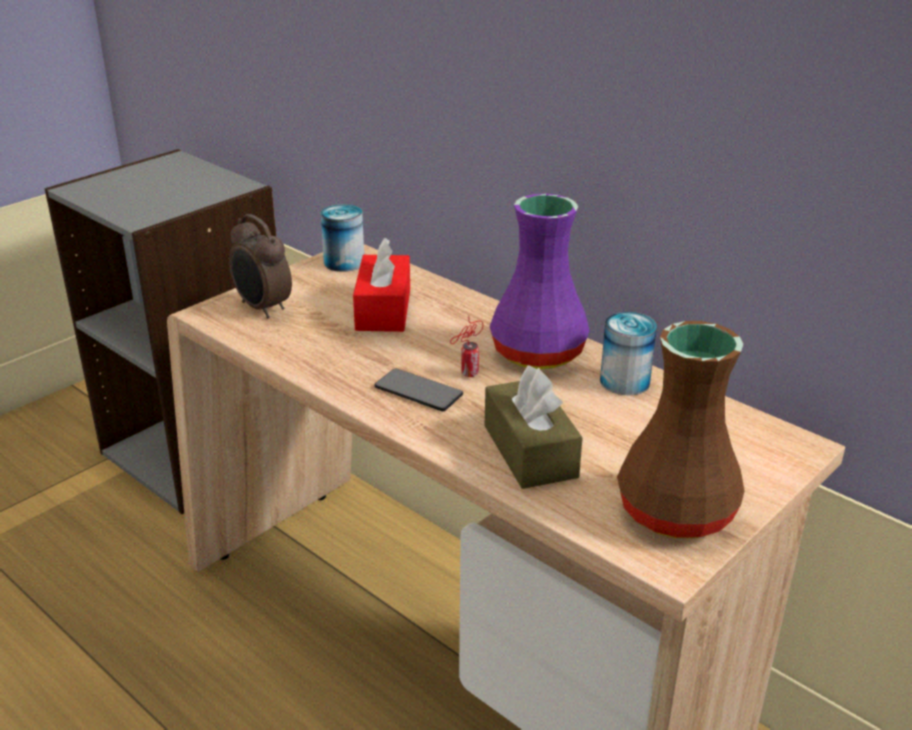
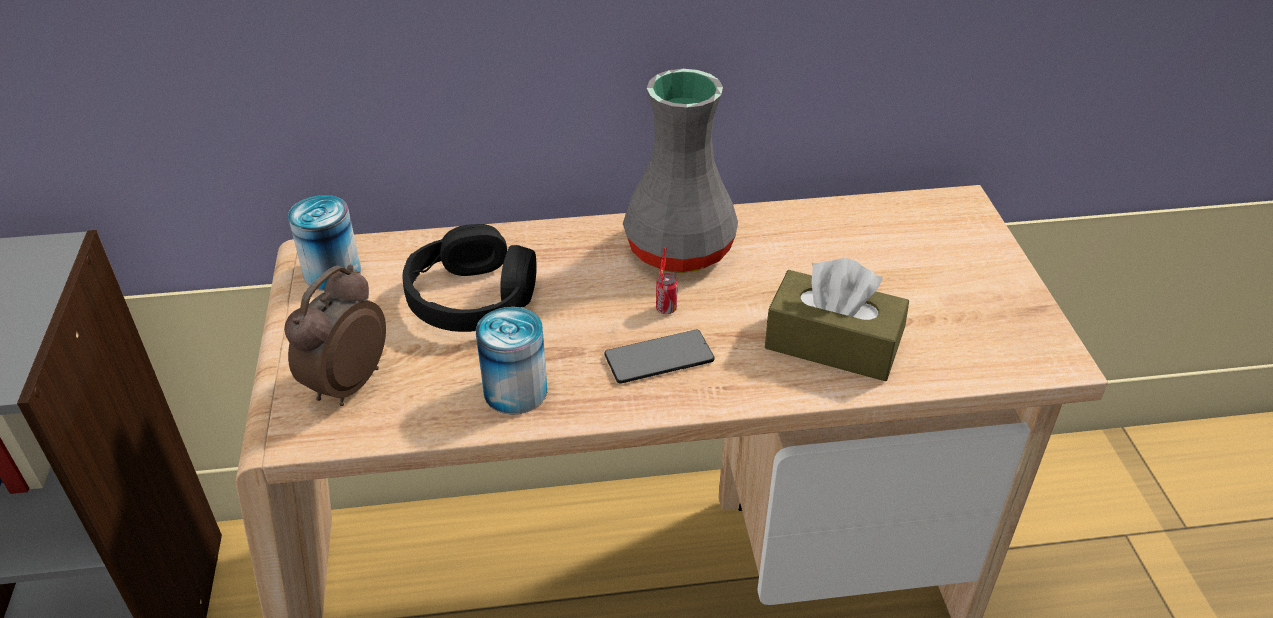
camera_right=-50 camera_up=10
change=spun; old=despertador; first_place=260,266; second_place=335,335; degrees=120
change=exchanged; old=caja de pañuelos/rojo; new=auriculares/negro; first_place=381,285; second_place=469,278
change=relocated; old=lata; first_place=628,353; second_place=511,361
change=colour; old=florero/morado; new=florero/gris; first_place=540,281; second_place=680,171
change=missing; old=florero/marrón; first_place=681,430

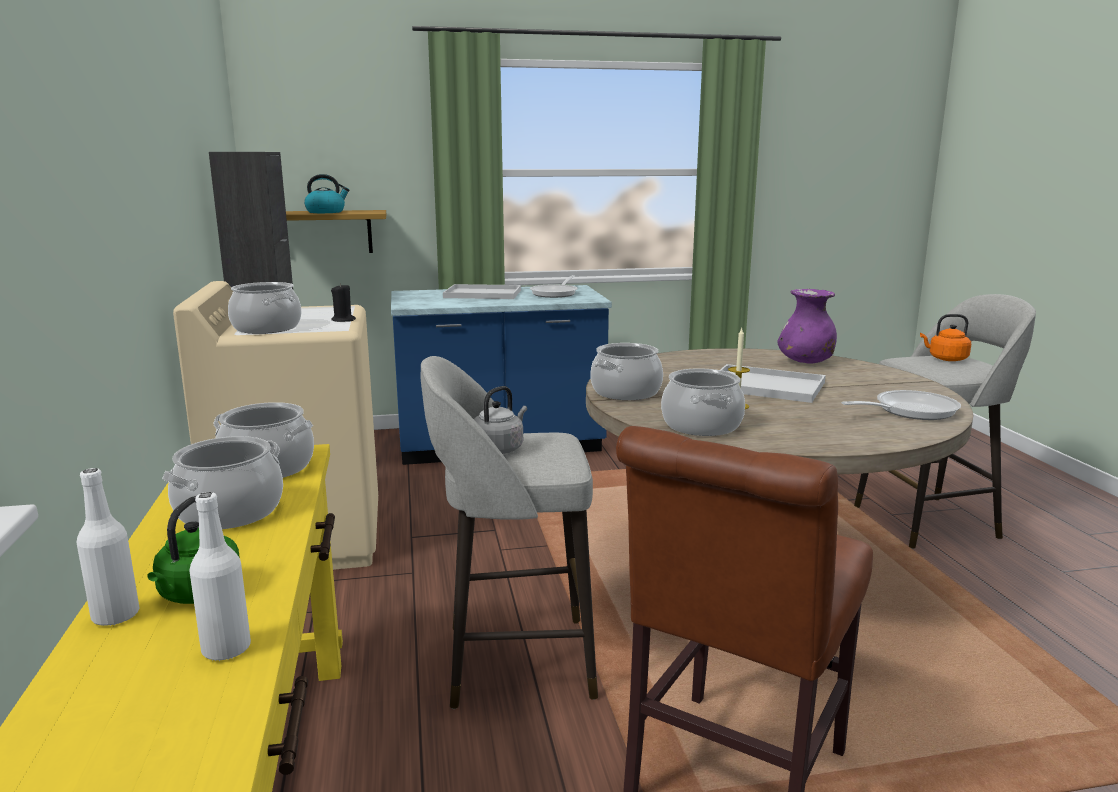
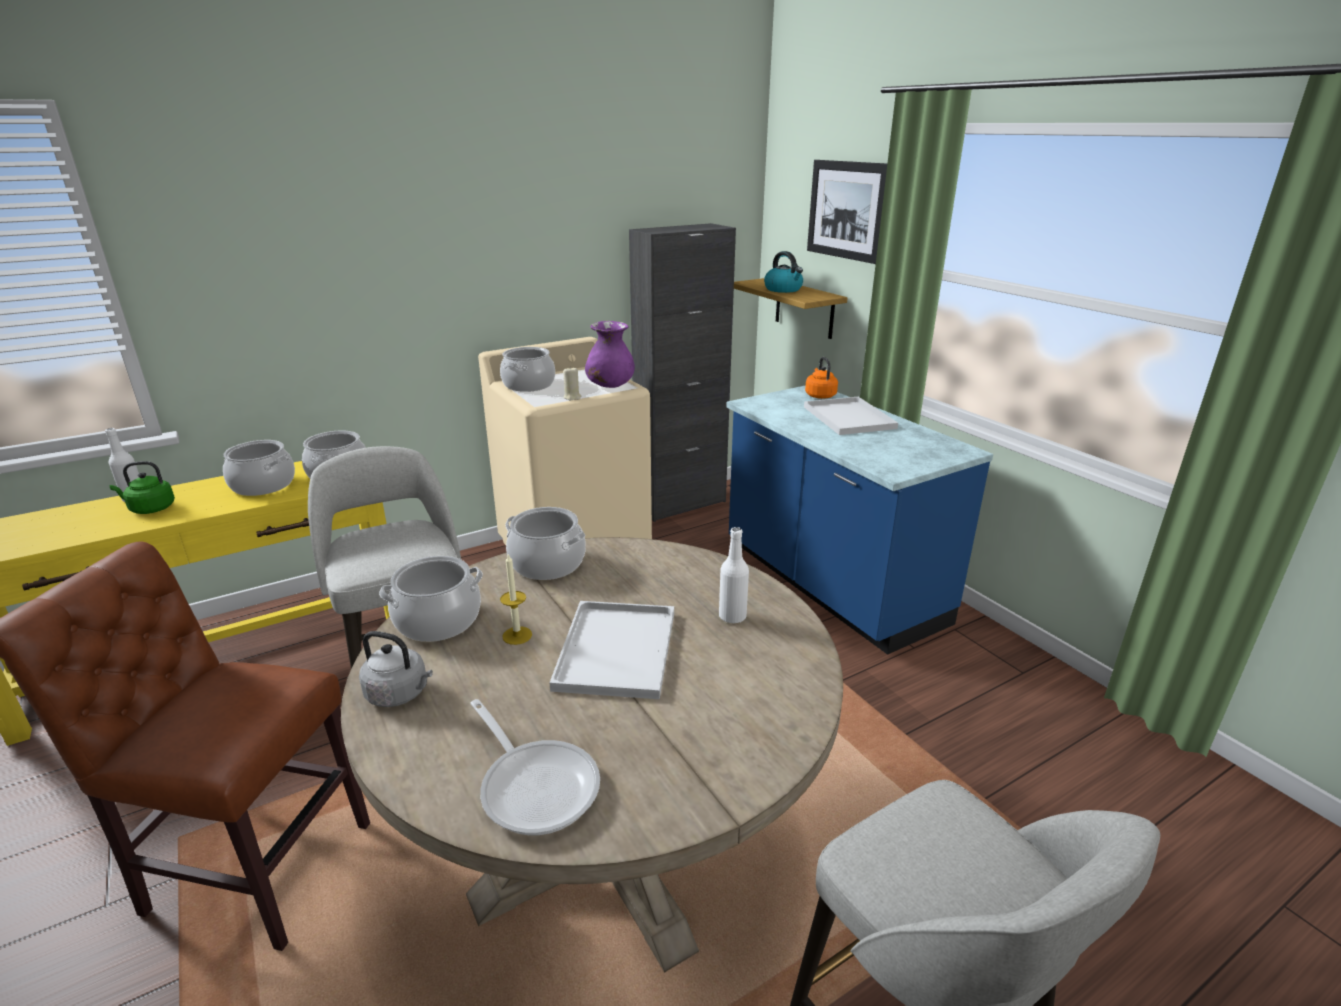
camera_right=70 camera_up=10
change=relocated; old=hervidor/gris; first_place=500,420; second_place=396,669
change=colour; old=vela/negro; new=vela/beis; first_place=343,302; second_place=572,383
change=relocated; old=florero/morado; first_place=807,326; second_place=610,354
change=relocated; old=botella/blanco; first_place=220,576; second_place=734,575
change=relocated; old=hervidor/naranja; first_place=945,337; second_place=821,378
change=appeared; new=cuadro; second_place=847,212
change=missing; old=sartén; first_place=554,286

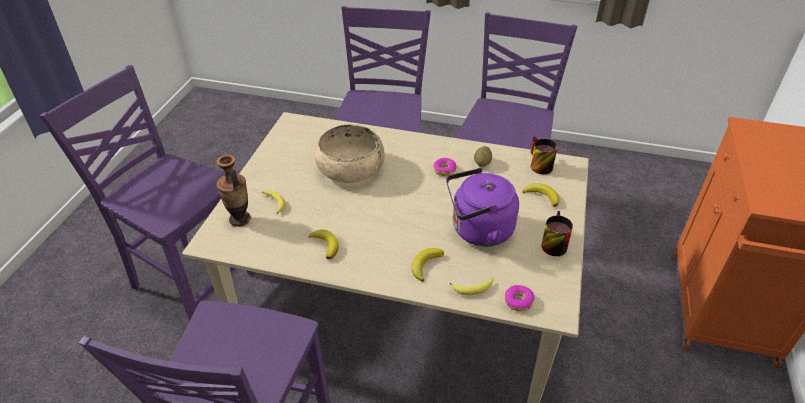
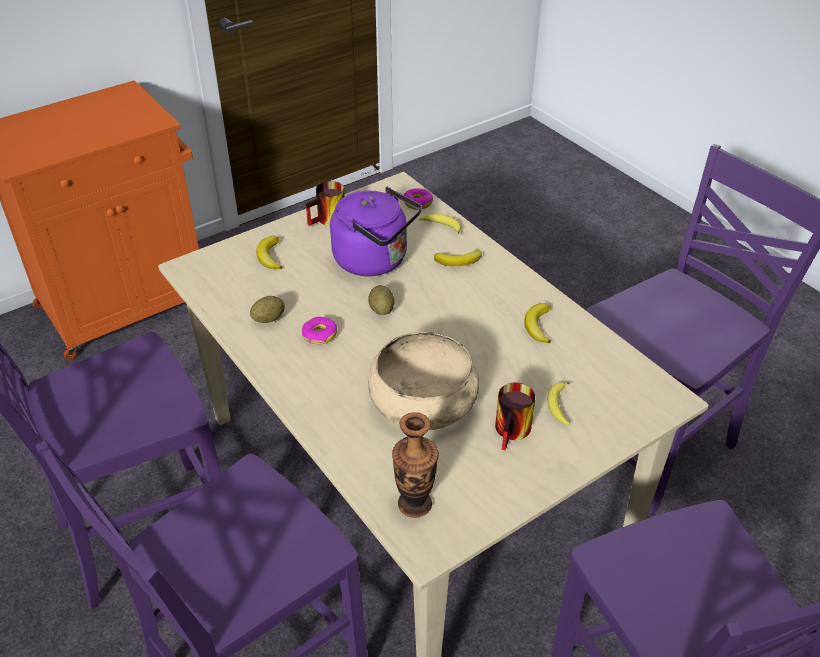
camera_right=-140 camera_up=0
change=appeared; new=patata; second_place=381,300
change=relocated; old=florero; first_place=233,191; second_place=415,465
change=relocated; old=taza grande; first_place=543,155; second_place=515,416

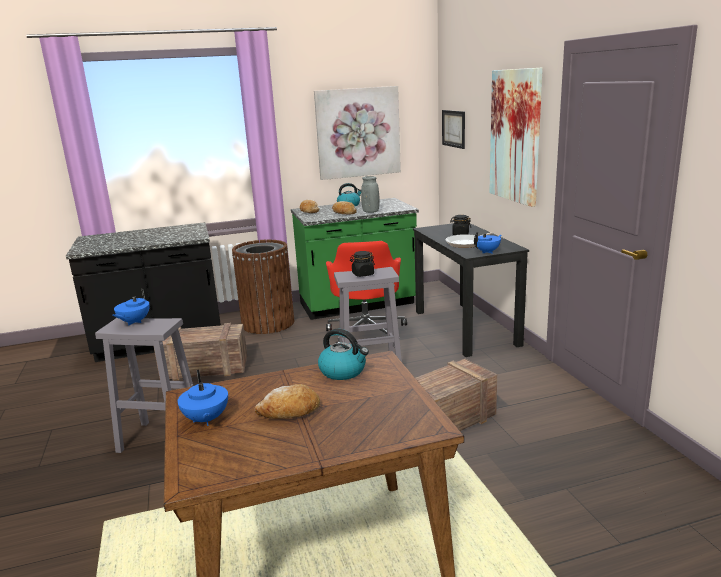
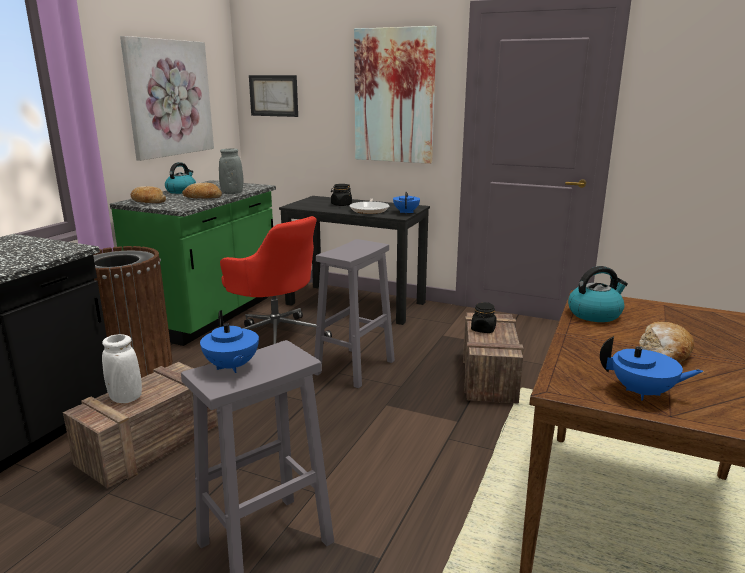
camera_right=-50 camera_up=0
change=appeared; new=florero/blanco; second_place=122,368
change=relocated; old=tarro/negro; first_place=362,264; second_place=483,317

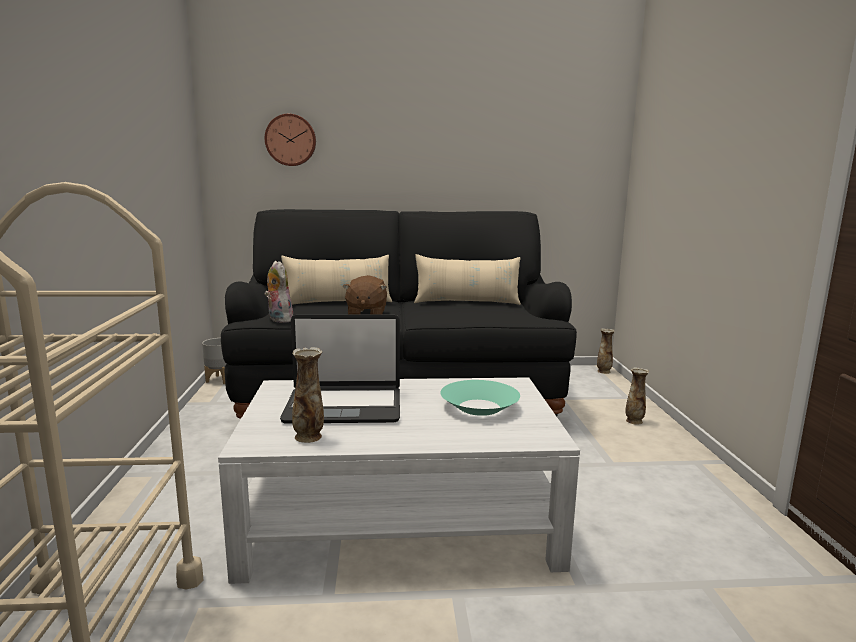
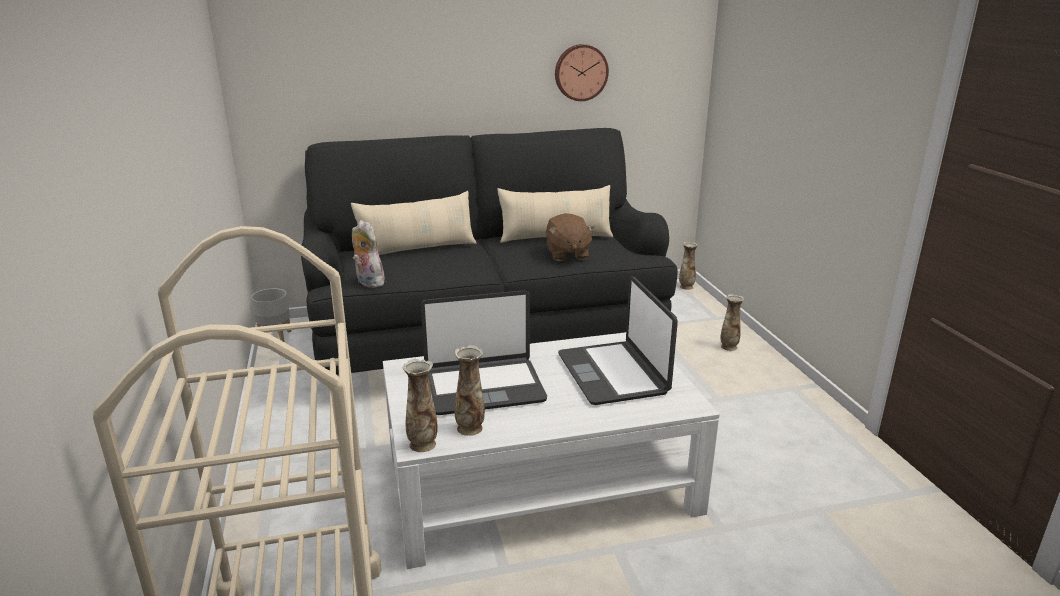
camera_right=-10 camera_up=10
change=appeared; new=florero; second_place=420,405
change=relocated; old=peluche/marrón; first_place=364,295; second_place=570,237
change=relocated; old=reloj de pared; first_place=290,140; second_place=582,72
change=exchanged; old=cuenco/turquesa; new=portátil; first_place=480,398; second_place=618,340

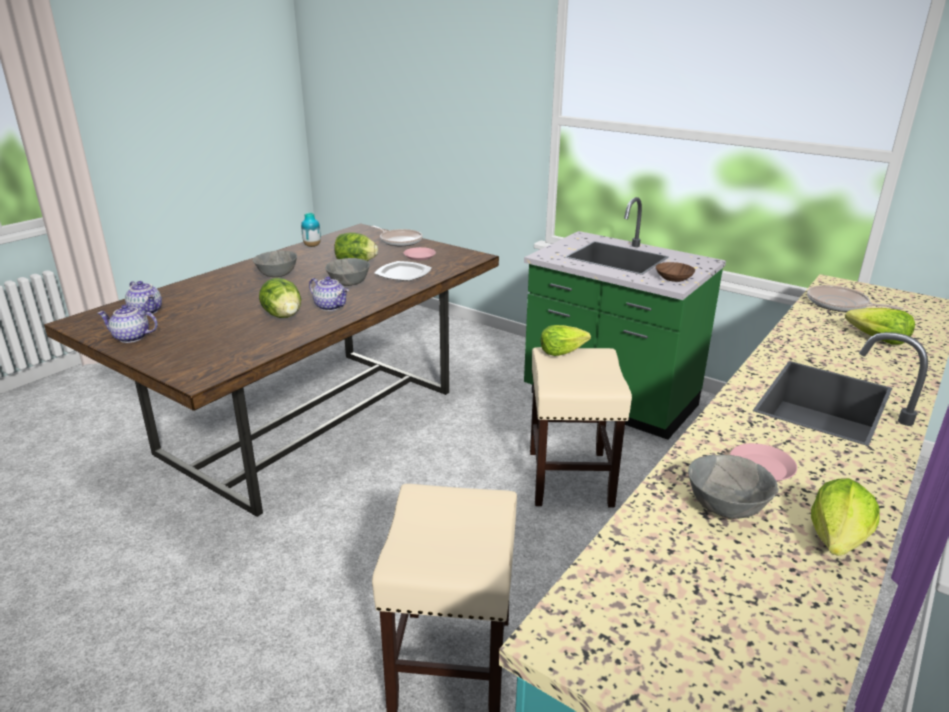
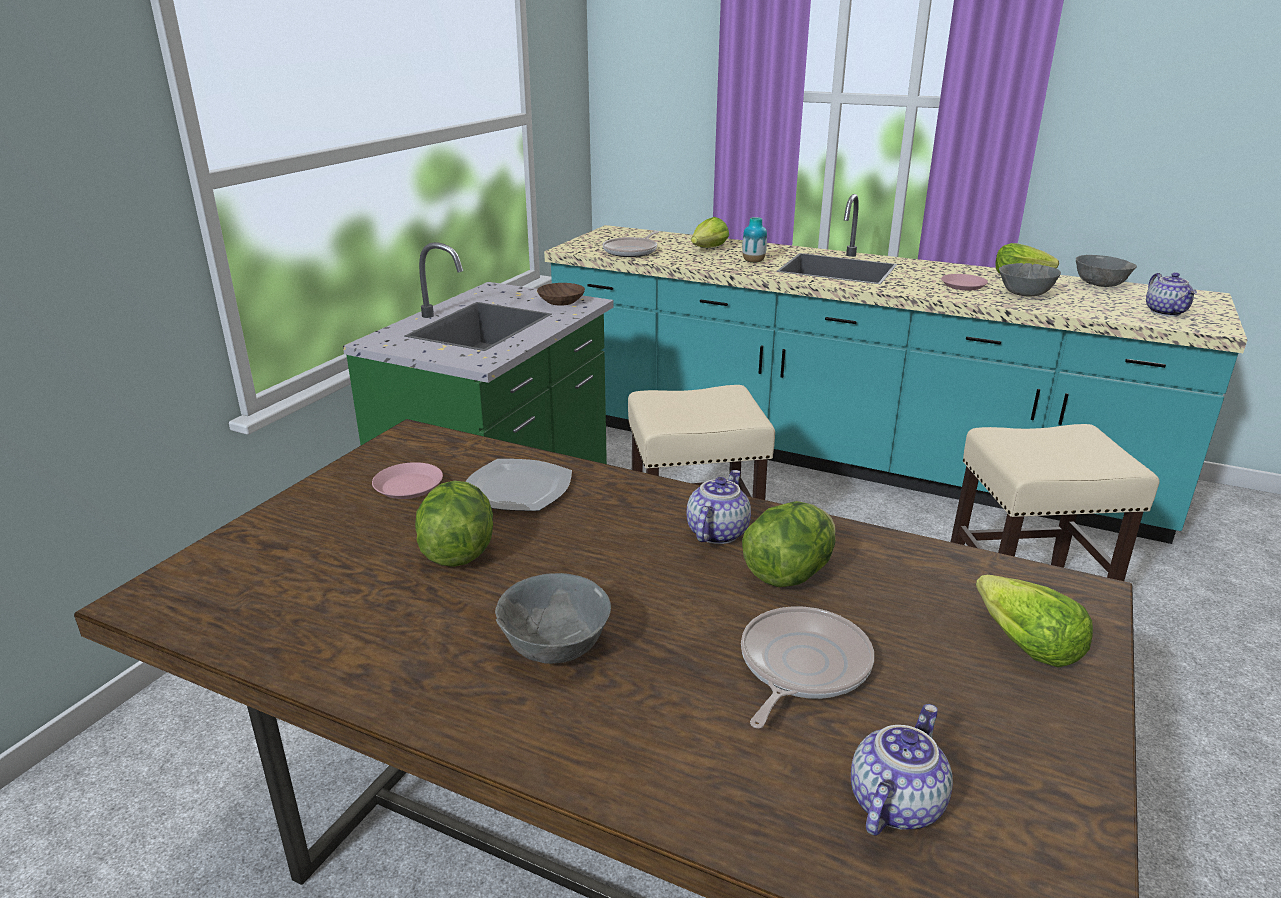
camera_right=-100 camera_up=0
change=relocated; old=sartén; first_place=397,236; second_place=807,667
change=relocated; old=florero; first_place=311,230; second_place=754,240
change=relocated; old=lechuga; first_place=565,340; second_place=1034,620
change=relocated; old=cuenco/gris; first_place=347,272; second_place=1106,271
change=relocated; old=tetera; first_place=128,324; second_place=1171,294

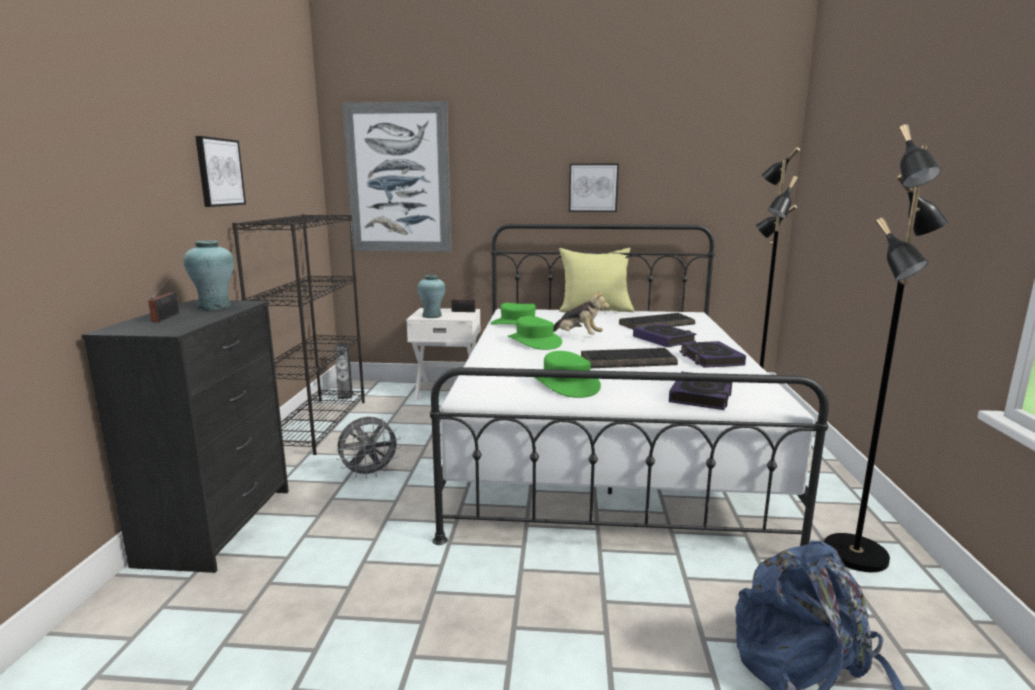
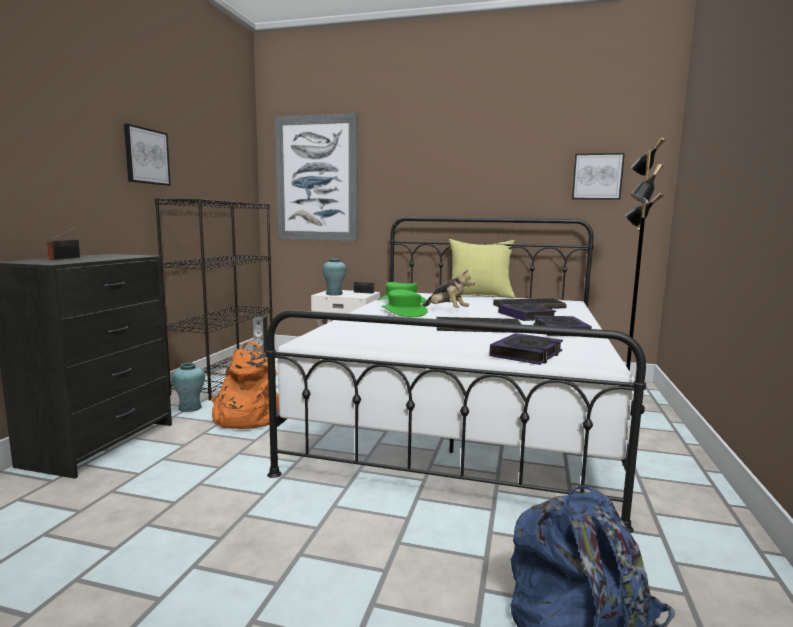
camera_right=10 camera_up=-5
change=relocated; old=florero/turquesa; first_place=208,276; second_place=188,387
change=exchanged; old=ventilador/gris; new=mochila/naranja; first_place=368,448; second_place=245,385
change=relocated; old=cuadro; first_place=594,188; second_place=598,176
change=missing; old=sombrero/verde; first_place=567,374
change=missing; old=lámpara de pie/negro; first_place=886,348

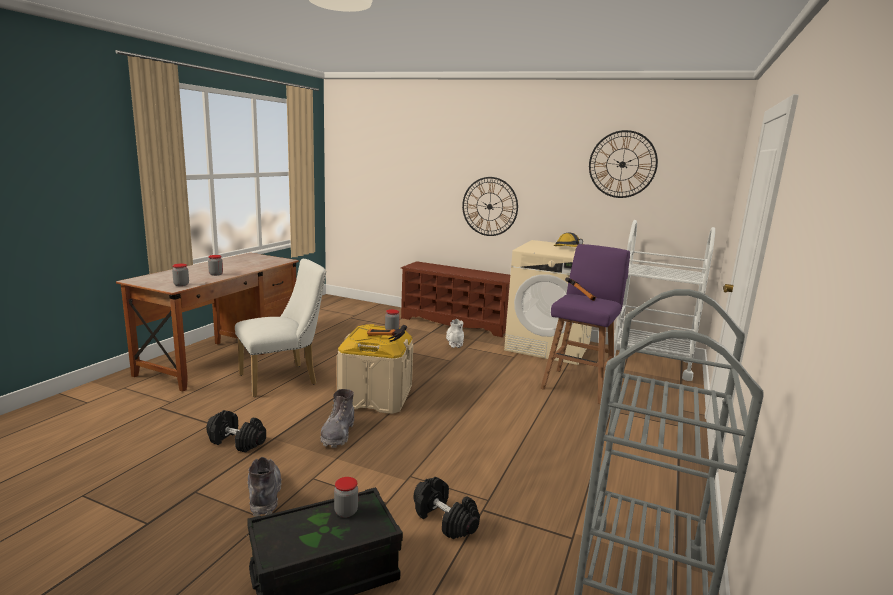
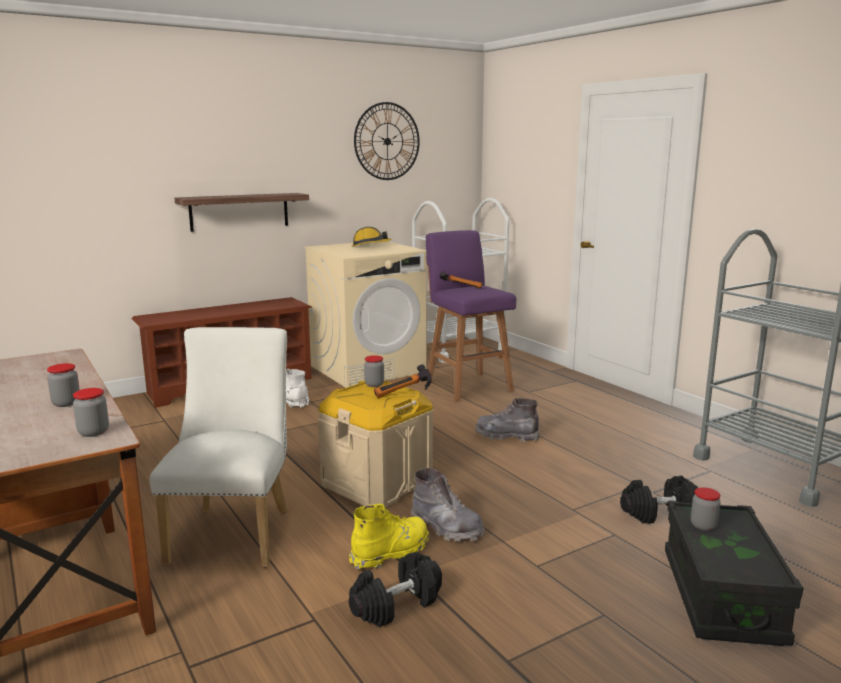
camera_right=-55 camera_up=0
change=exchanged; old=reloj de pared; new=estante; first_place=490,206; second_place=242,212
change=appeared; new=bota/amarillo; second_place=389,537
change=relocated; old=bota/gris; first_place=264,487; second_place=507,420

